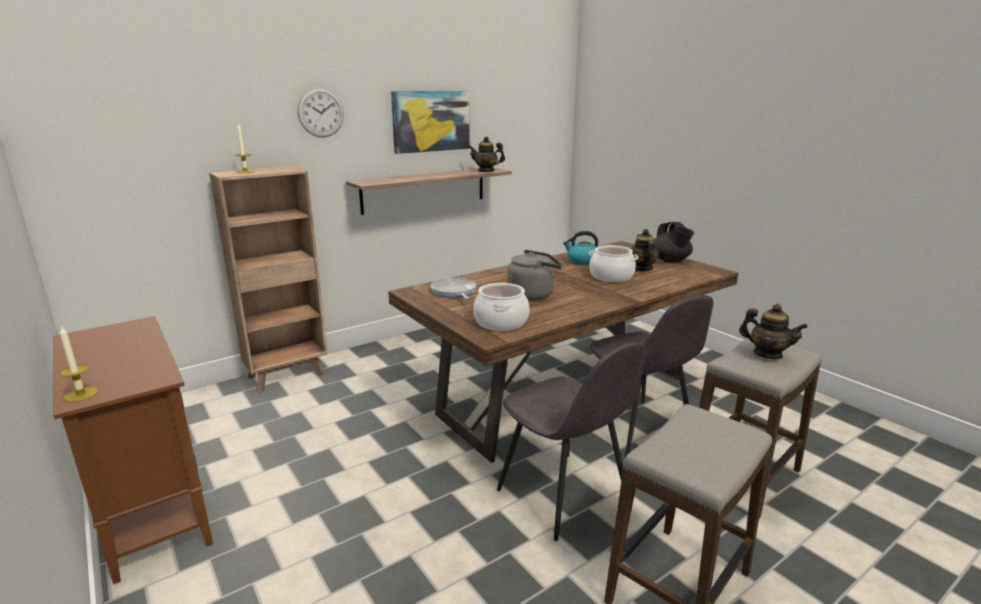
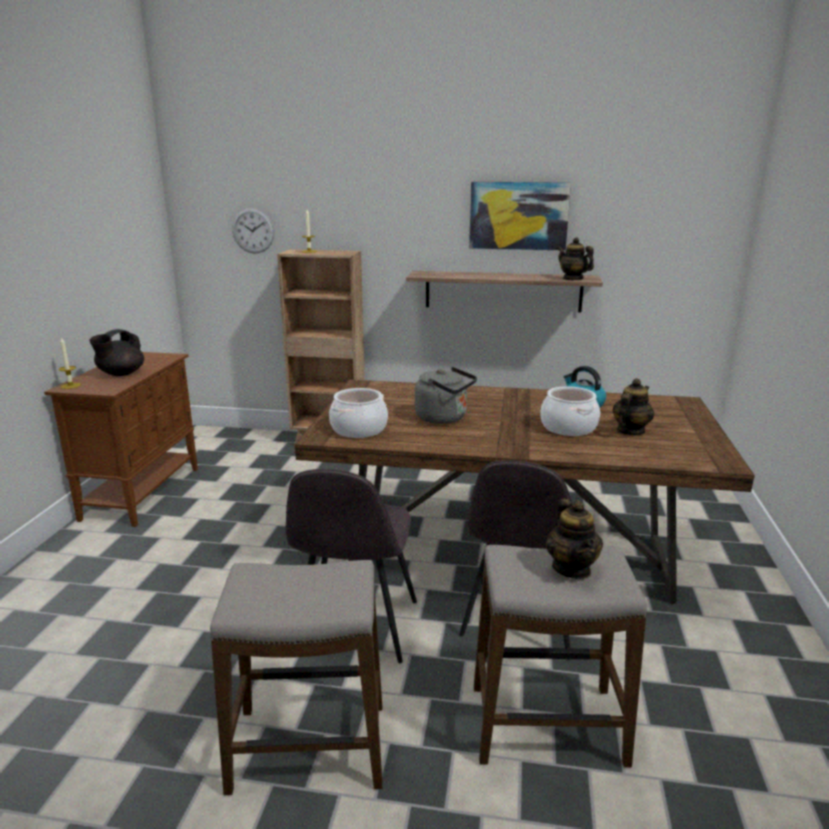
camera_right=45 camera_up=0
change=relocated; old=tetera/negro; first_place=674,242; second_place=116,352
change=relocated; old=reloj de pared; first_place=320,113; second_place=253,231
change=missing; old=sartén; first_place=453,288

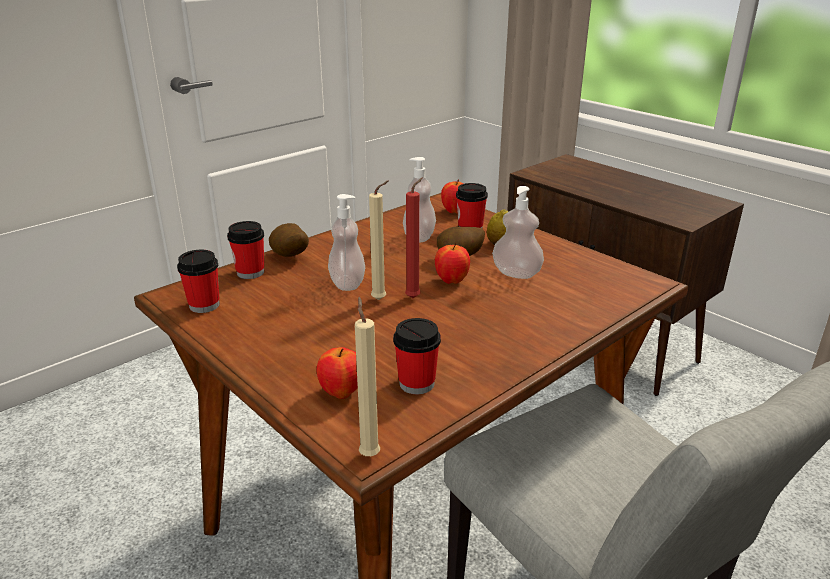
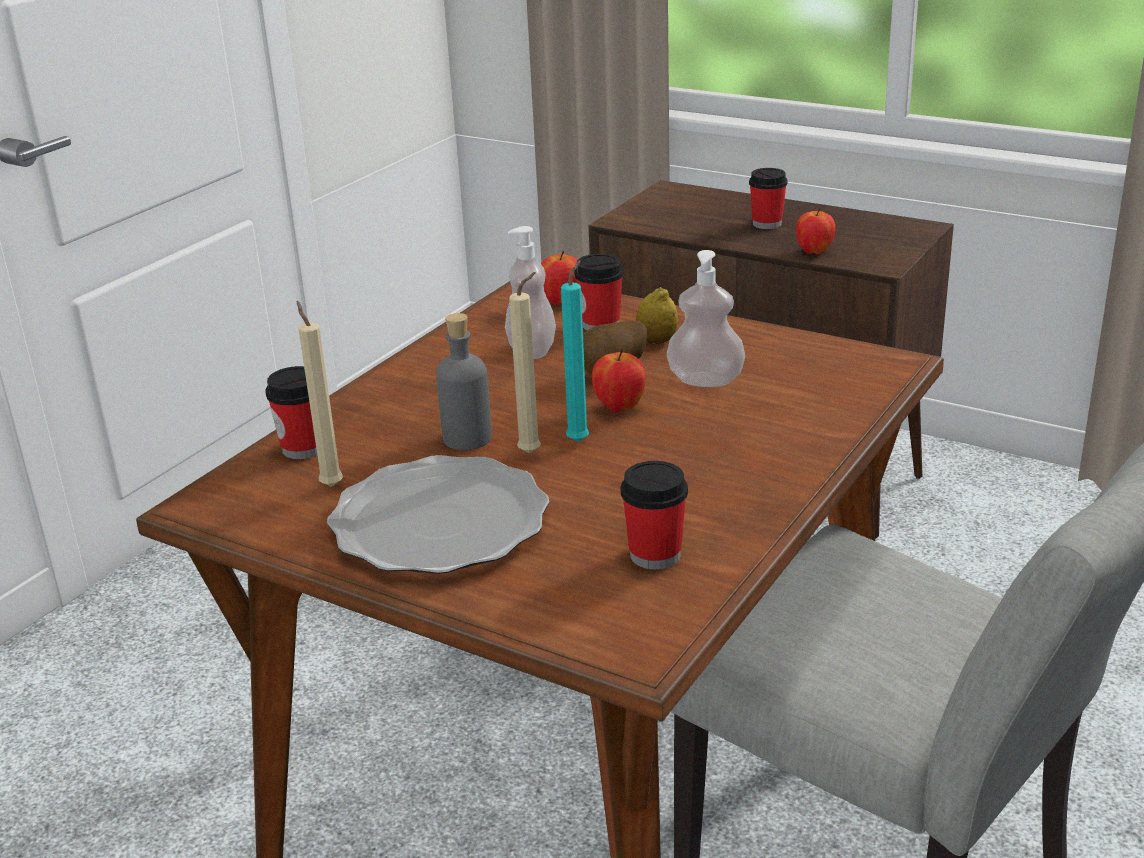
camera_right=-15 camera_up=0
change=relocated; old=vela/beis; first_place=367,376; second_place=320,394
change=appeared; new=plato; second_place=438,514
change=exchanged; old=dispensador de jabón; new=botella/gris; first_place=346,242; second_place=464,381
change=colour; old=vela/rojo; new=vela/turquesa; first_place=414,238; second_place=575,351
change=relocated; old=taza; first_place=198,281; second_place=768,198
change=relocated; old=manzana; first_place=337,373; second_place=815,231
change=missing; old=patata; first_place=289,240

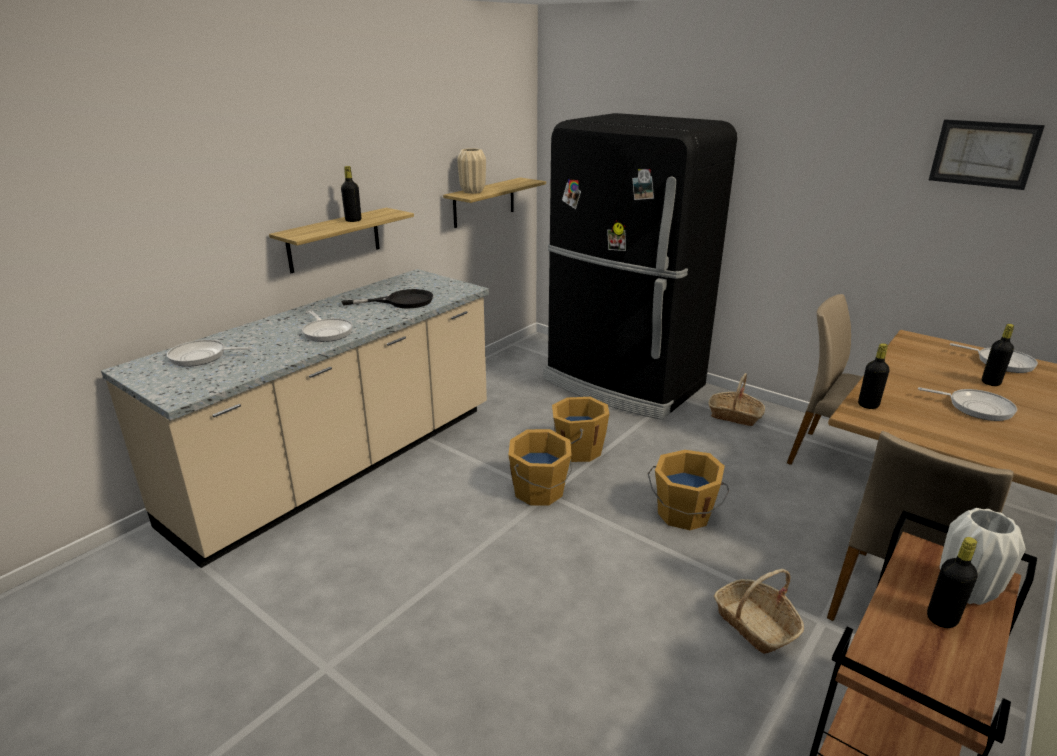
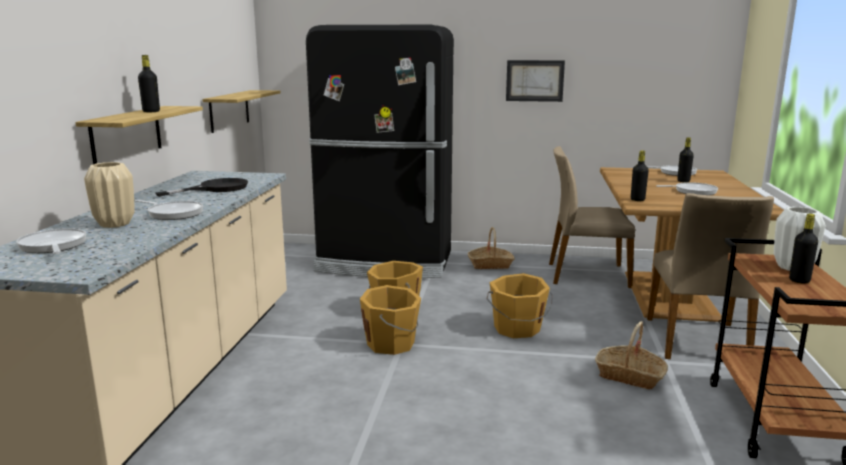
camera_right=-30 camera_up=-10
change=spun; old=sartén; first_place=209,353; second_place=51,241; degrees=90
change=relocated; old=florero/beis; first_place=471,171; second_place=109,195
change=relocated; old=cuadro; first_place=987,154; second_place=535,81

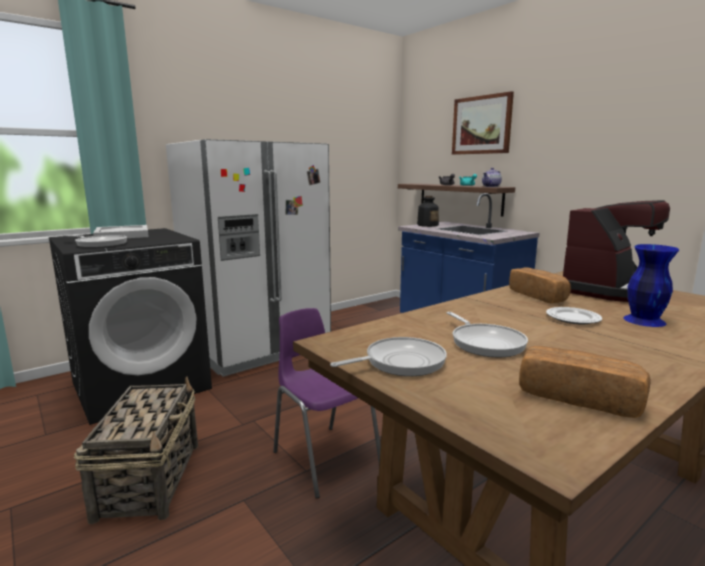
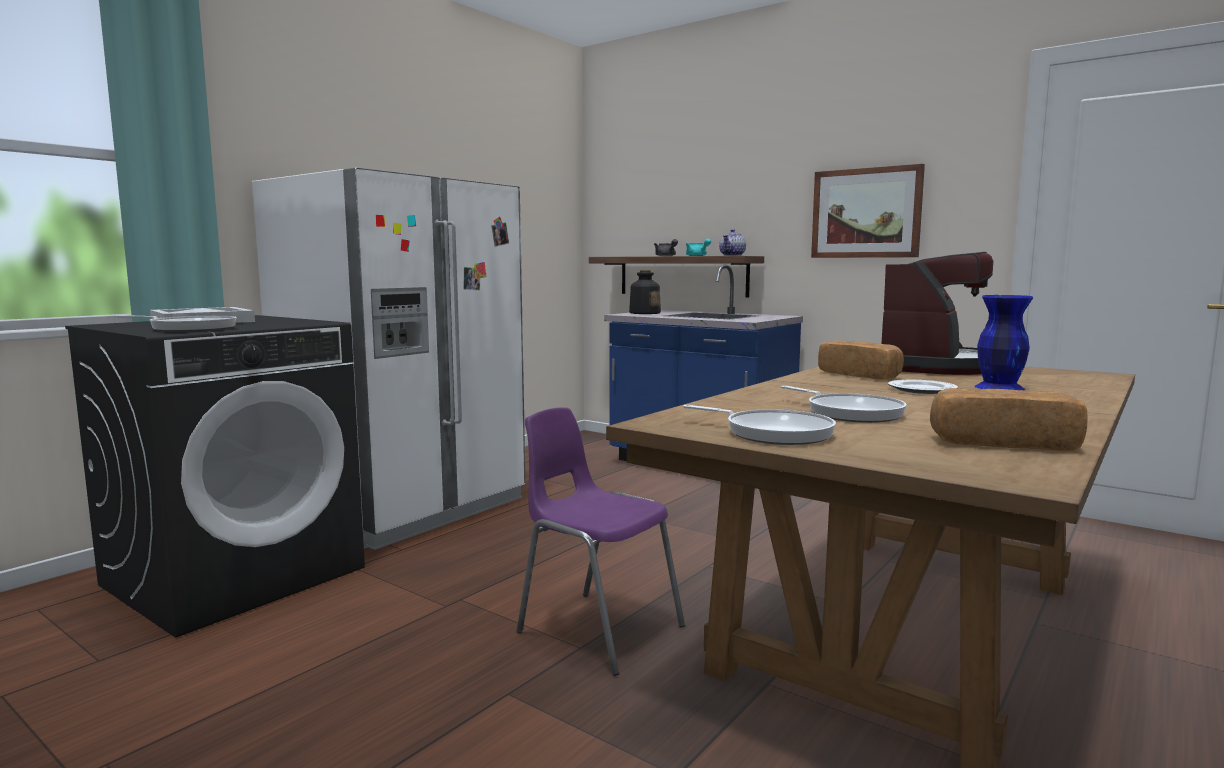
camera_right=-15 camera_up=-5
change=spun; old=sartén; first_place=388,356; second_place=759,425; degrees=75
change=relocated; old=cuadro; first_place=483,123; second_place=868,211
change=missing; old=cesta; first_place=136,450

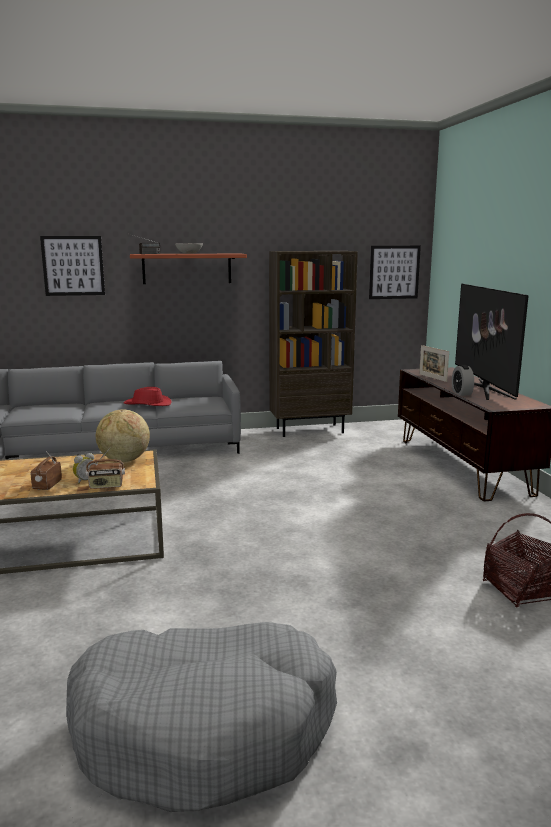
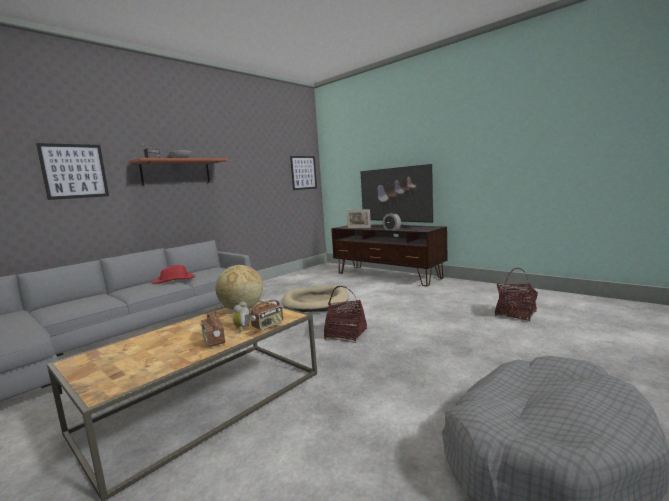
camera_right=-35 camera_up=-5
change=appeared; new=cama para perro/beis; second_place=315,298
change=appeared; new=cesta; second_place=345,314
change=missing; old=estantería/marrón; first_place=313,344

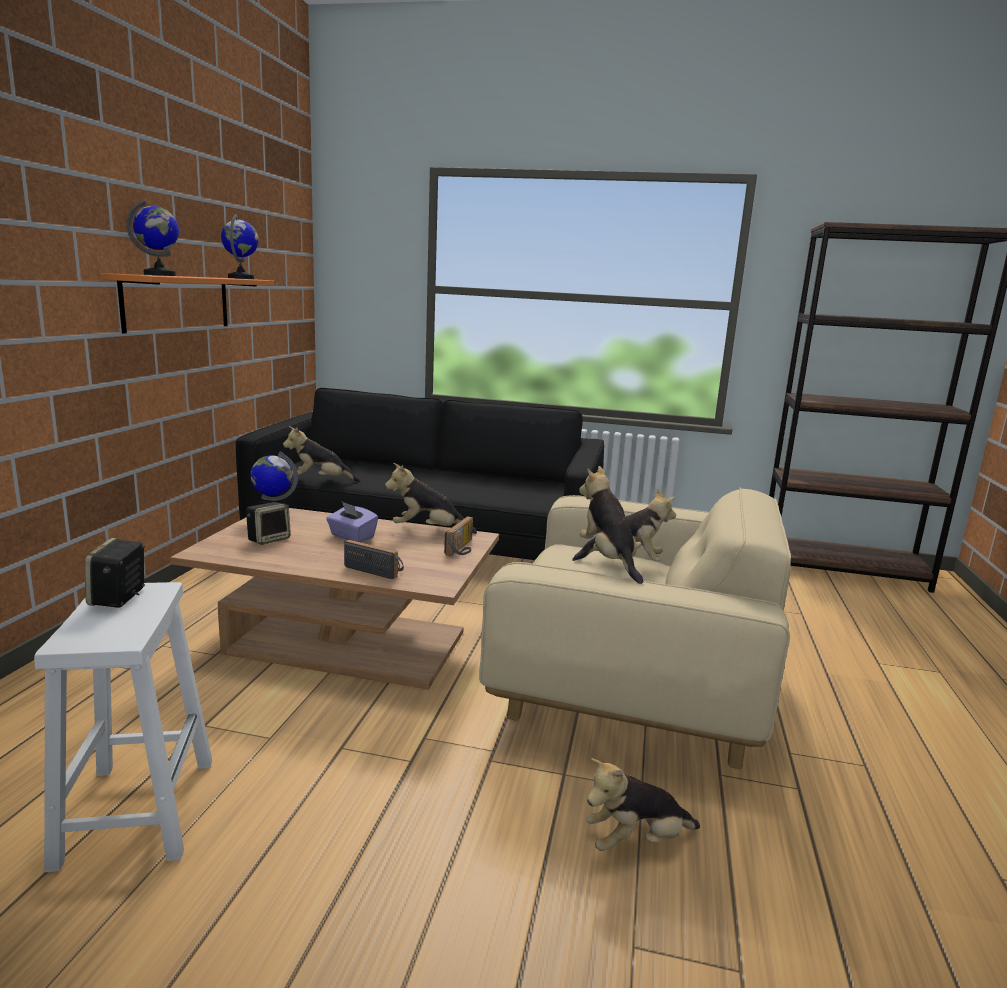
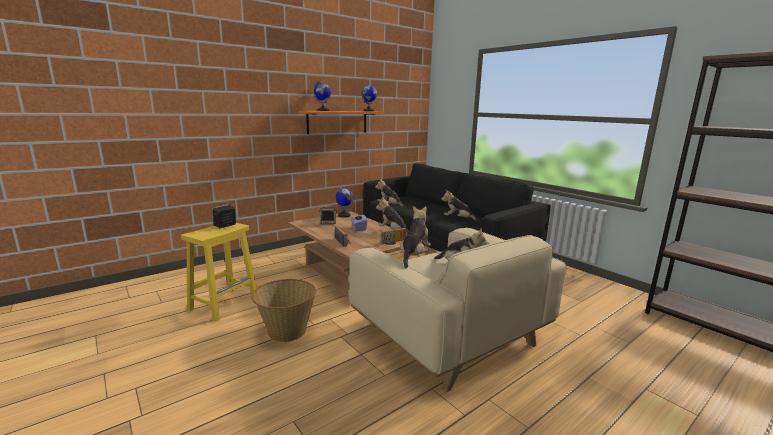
camera_right=40 camera_up=0
change=colour; old=taburete/blanco; new=taburete/amarillo; first_place=123,727; second_place=219,272
change=appeared; new=cesta; second_place=283,310
change=relocated; old=peluche; first_place=643,804; second_place=460,206

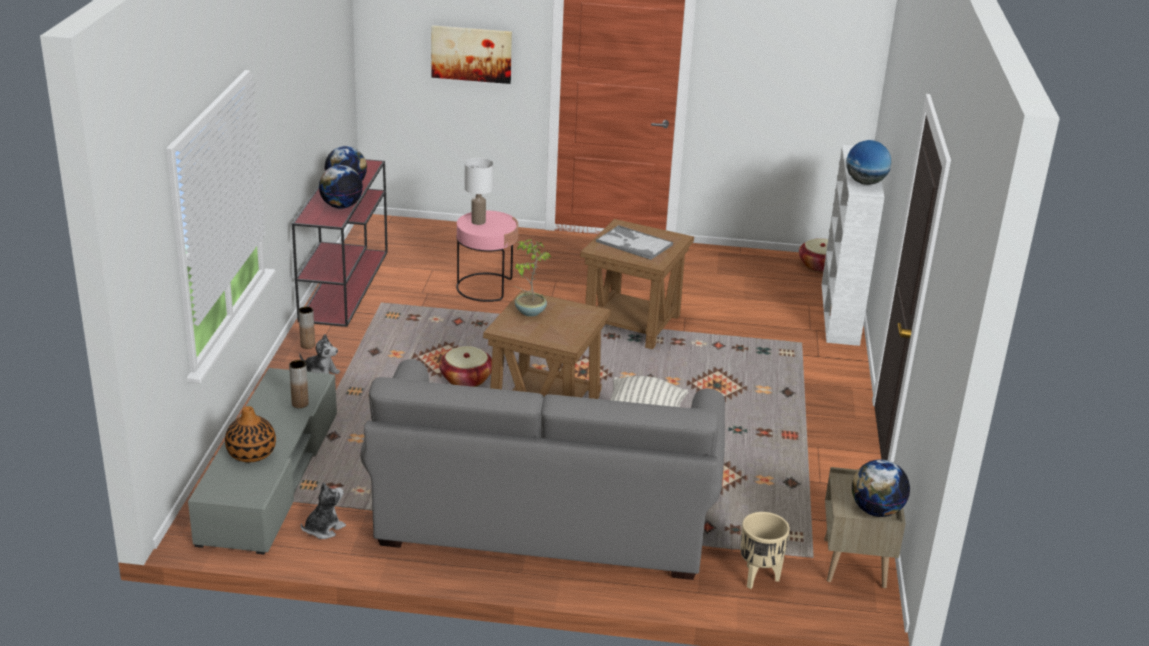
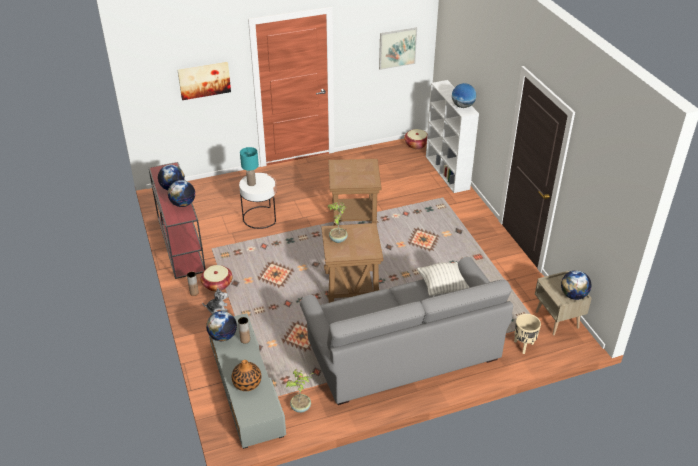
camera_right=-25 camera_up=10
change=relocated; old=cesta; first_place=465,366; second_place=216,278
change=appeared; new=globo terráqueo; second_place=221,326
change=colour; old=mesa auxiliar/rosa; new=mesa auxiliar/blanco; first_place=487,256; second_place=258,201
change=colour; old=lámpara de mesa/blanco; new=lámpara de mesa/turquesa; first_place=479,191; second_place=249,166
change=exchanged; old=peluche; new=planta en maceta; first_place=323,510; second_place=300,391
change=appeared; new=cuadro; second_place=398,49
change=missing; old=bandeja; first_place=634,242

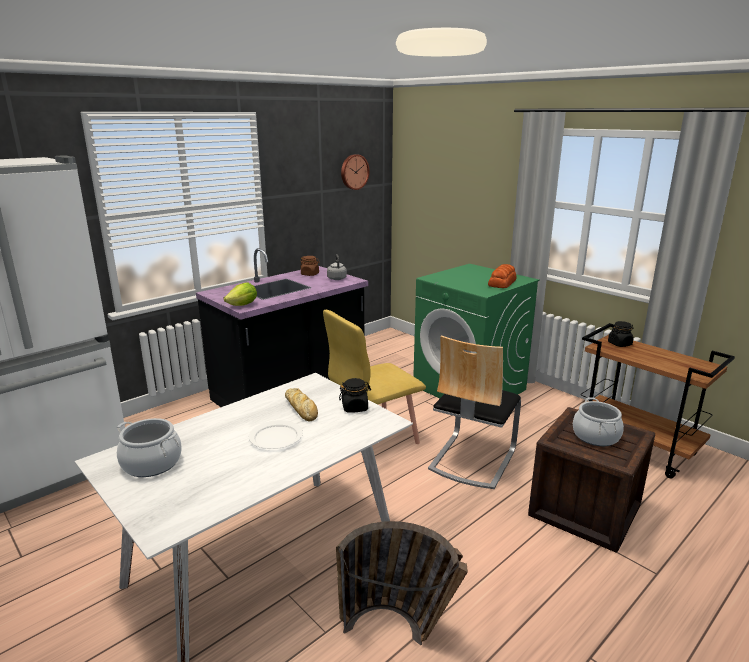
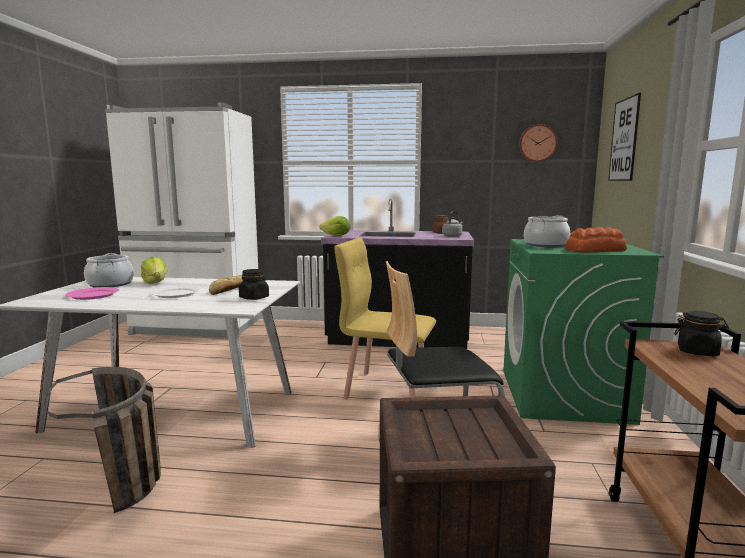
camera_right=50 camera_up=-10
change=appeared; new=plato/rosa; second_place=92,293
change=appeared; new=lechuga; second_place=154,270
change=relocated; old=olla; first_place=598,421; second_place=547,232
change=appeared; new=cuadro; second_place=624,137

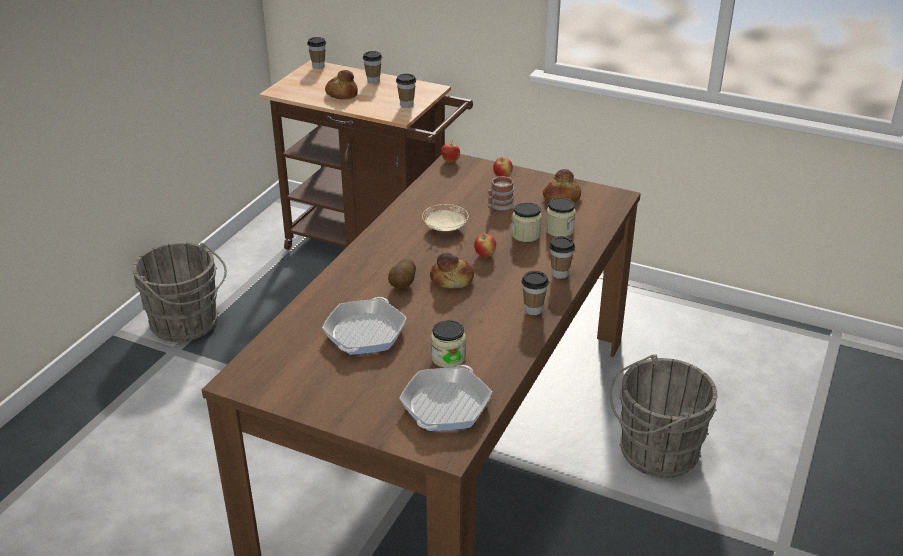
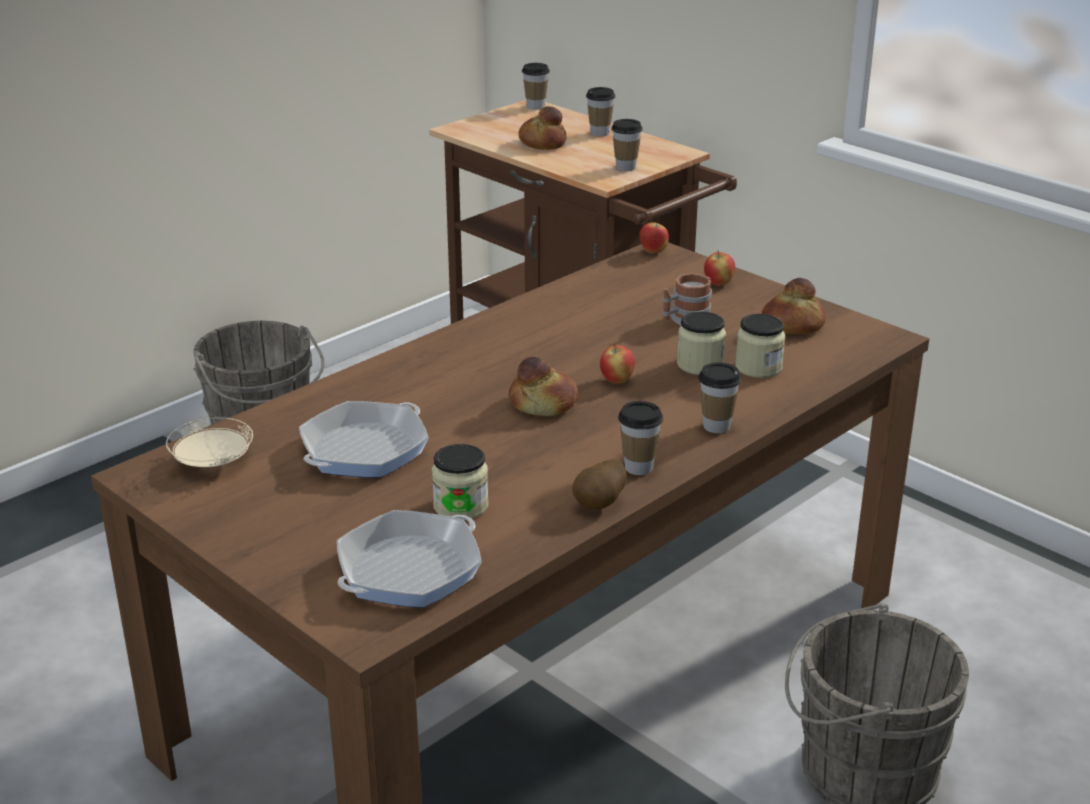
camera_right=20 camera_up=-5
change=relocated; old=plato/beis; first_place=445,217; second_place=209,442
change=relocated; old=patata; first_place=402,273; second_place=599,484

